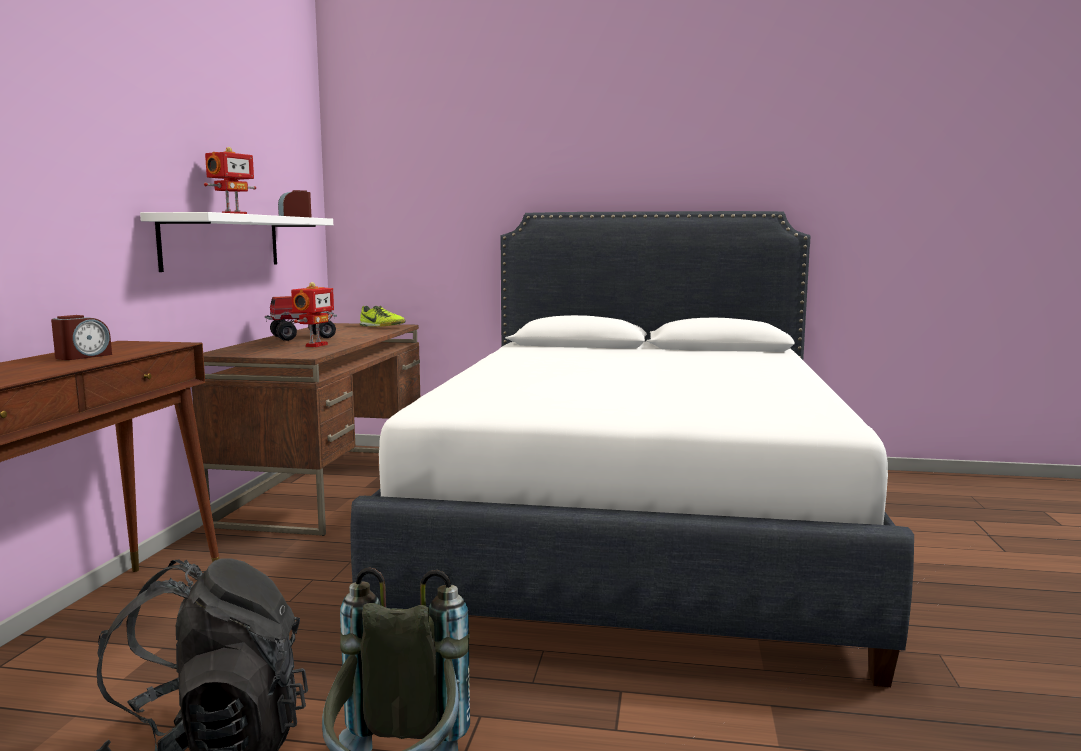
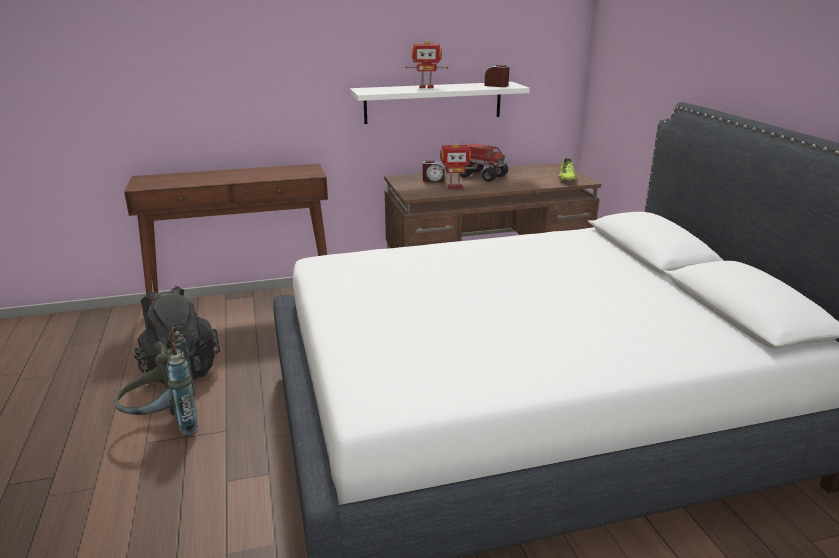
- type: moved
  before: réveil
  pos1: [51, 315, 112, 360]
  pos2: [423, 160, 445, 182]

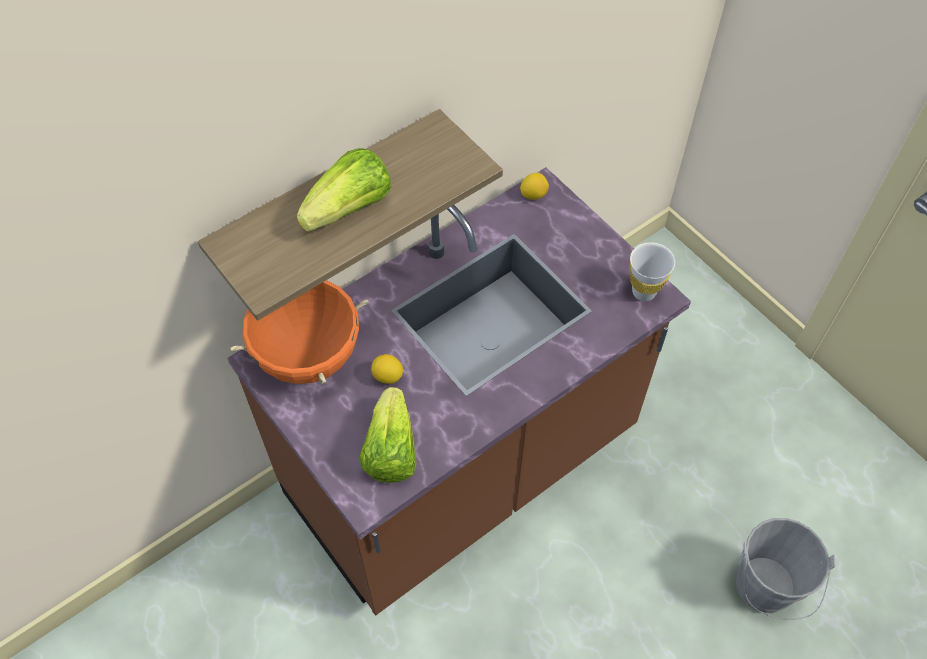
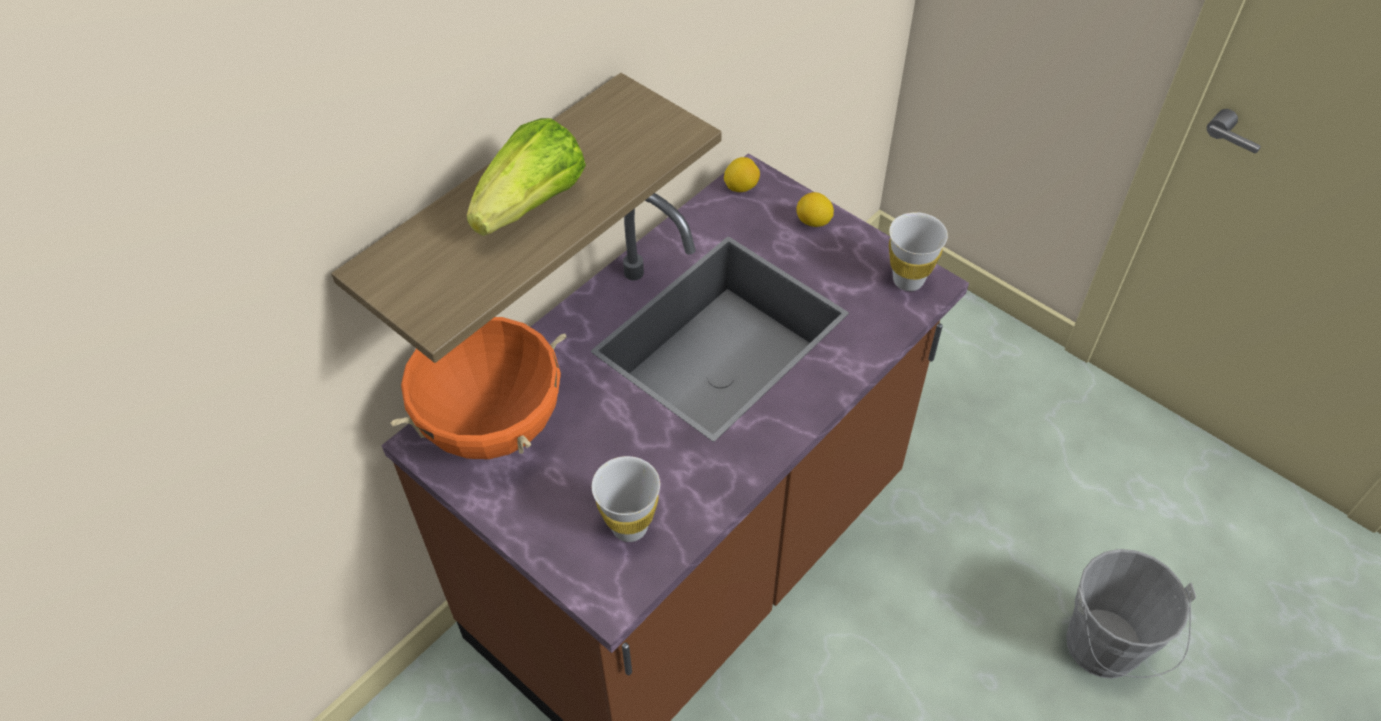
- type: replaced
  before: laitue
  after: tasse [blanc]
  pos1: [359, 387, 417, 483]
  pos2: [592, 456, 660, 542]
- type: moved
  before: citron
  pos1: [371, 354, 404, 384]
  pos2: [796, 192, 834, 227]

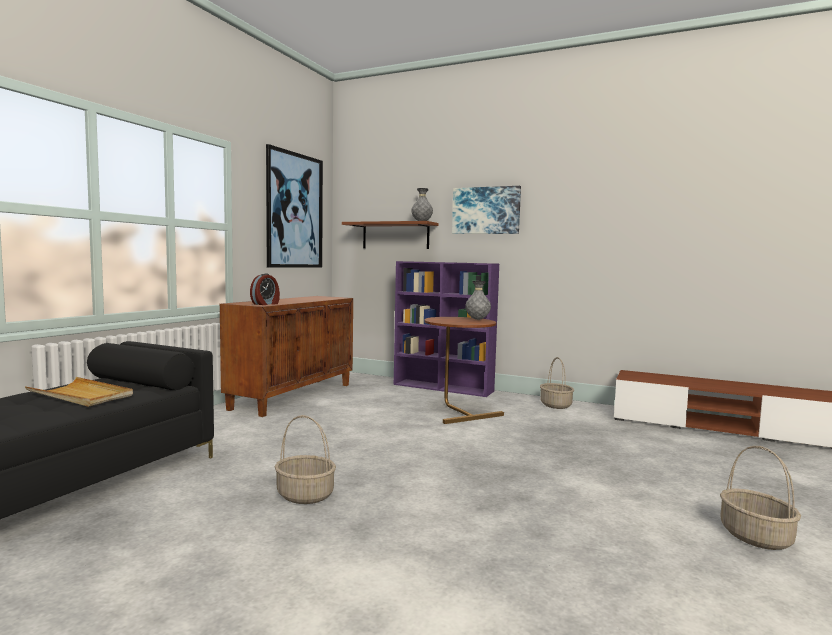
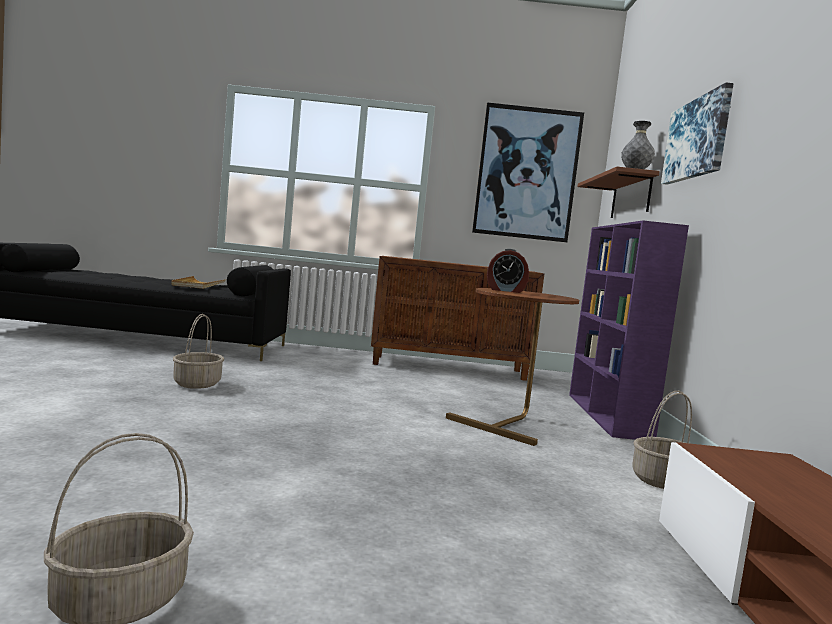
- type: moved
  before: réveil
  pos1: [250, 273, 280, 305]
  pos2: [487, 249, 529, 293]
- type: removed
  before: vase [gris]
  pos1: [465, 281, 491, 320]

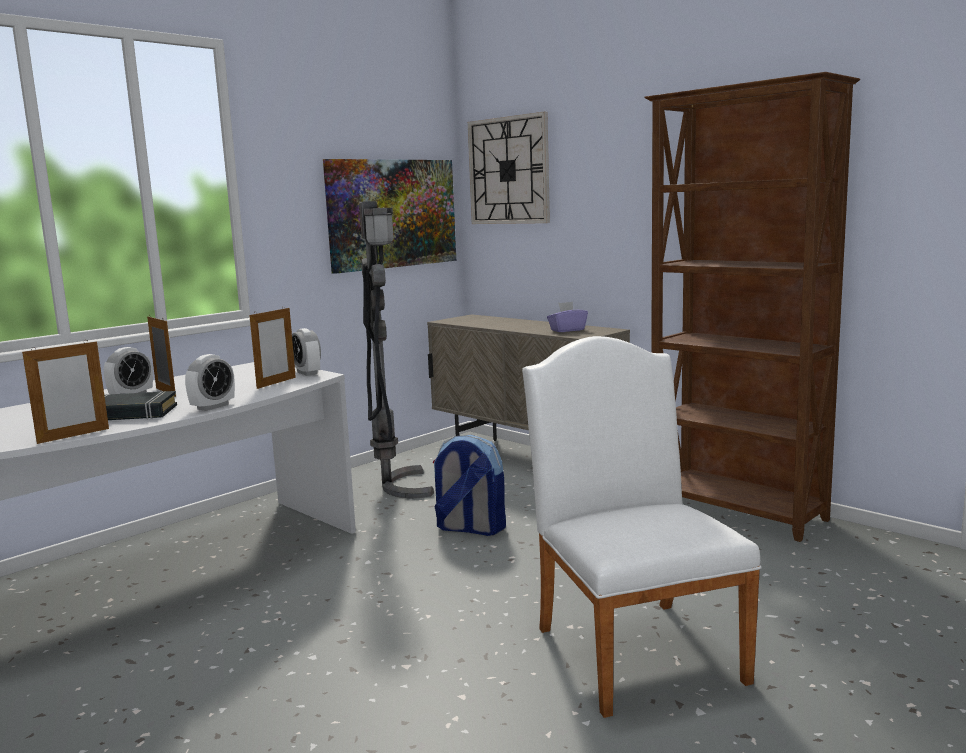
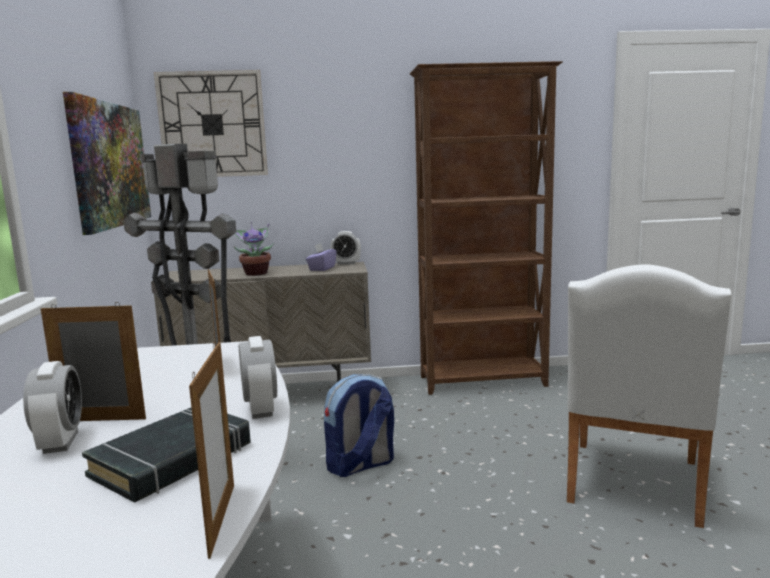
- type: added
  after: plante en pot
  pos2: [233, 222, 274, 276]
- type: moved
  before: réveil
  pos1: [292, 328, 321, 376]
  pos2: [330, 231, 361, 265]
- type: turned
  before: chaise [blanc]
  pos1: [522, 336, 762, 718]
  pos2: [567, 264, 732, 528]
  turn: -90

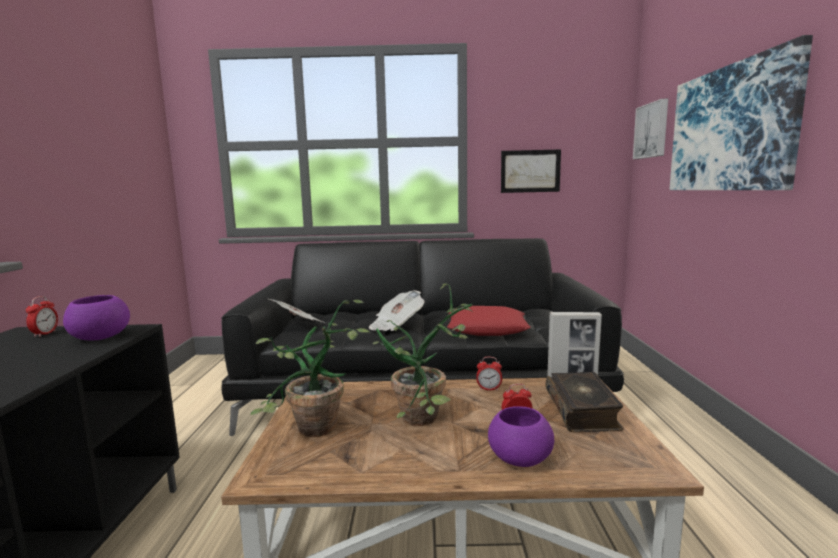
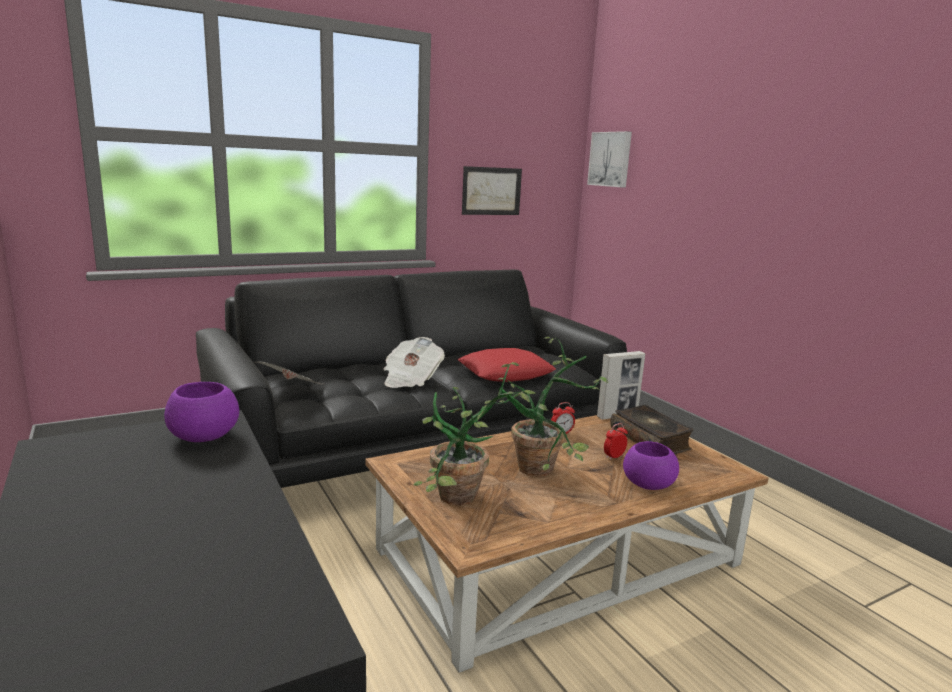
- type: removed
  before: réveil
  pos1: [26, 296, 58, 337]
- type: removed
  before: tableau
  pos1: [670, 35, 813, 190]

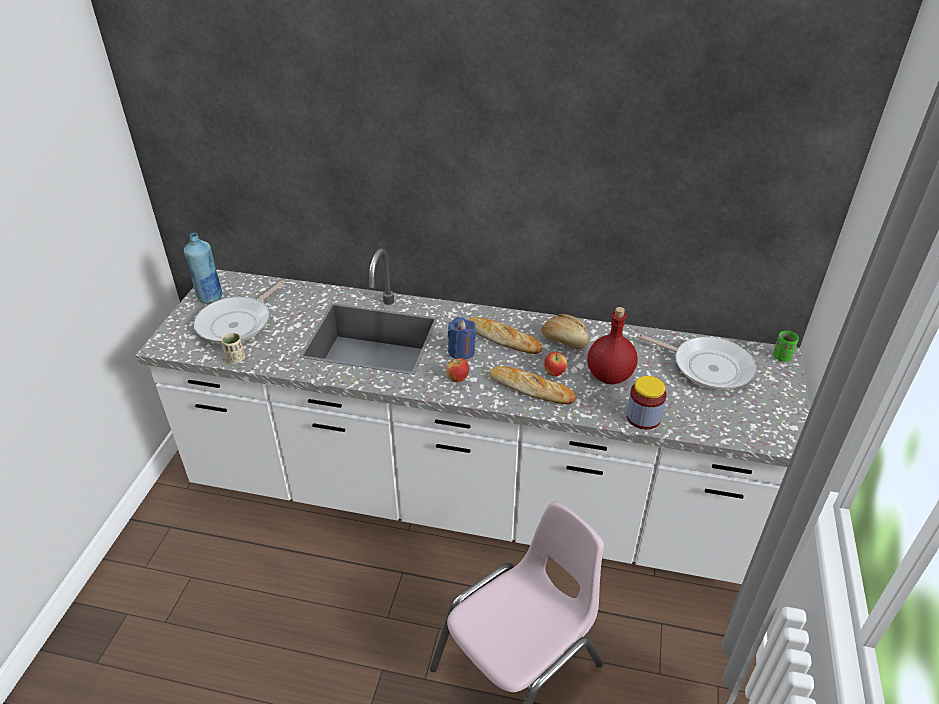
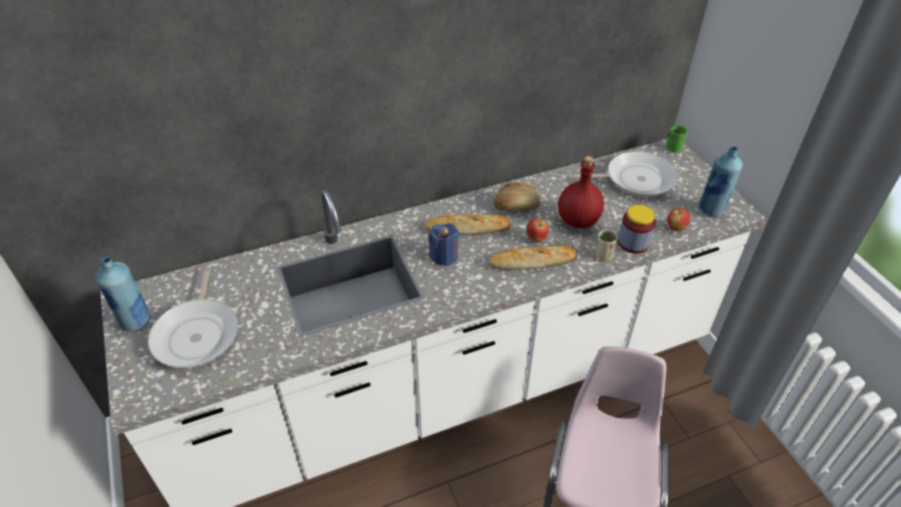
- type: moved
  before: tasse [beige]
  pos1: [221, 333, 245, 364]
  pos2: [595, 230, 618, 261]
- type: moved
  before: pomme
  pos1: [446, 357, 469, 382]
  pos2: [667, 208, 690, 231]
- type: added
  after: bouteille [bleu]
  pos2: [698, 146, 743, 217]

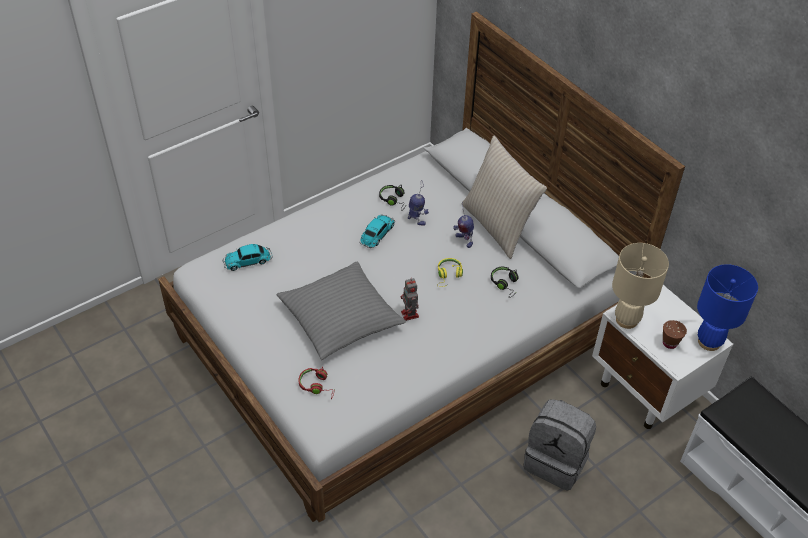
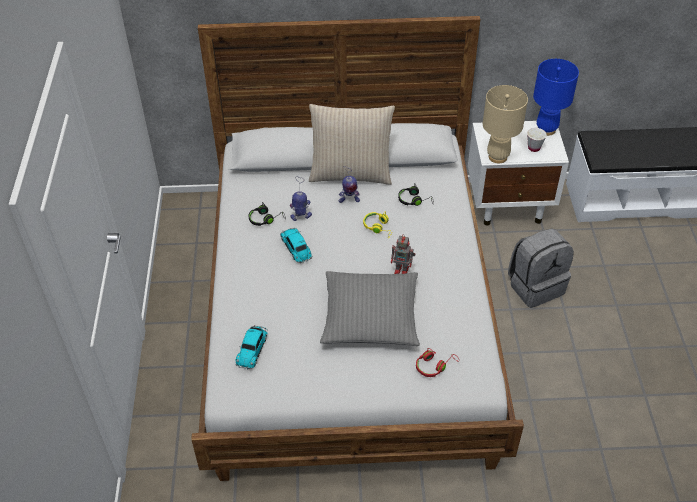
- type: recoloured
  before: tasse [marron]
  after: tasse [blanc]
  pos1: [663, 320, 687, 349]
  pos2: [527, 128, 547, 152]

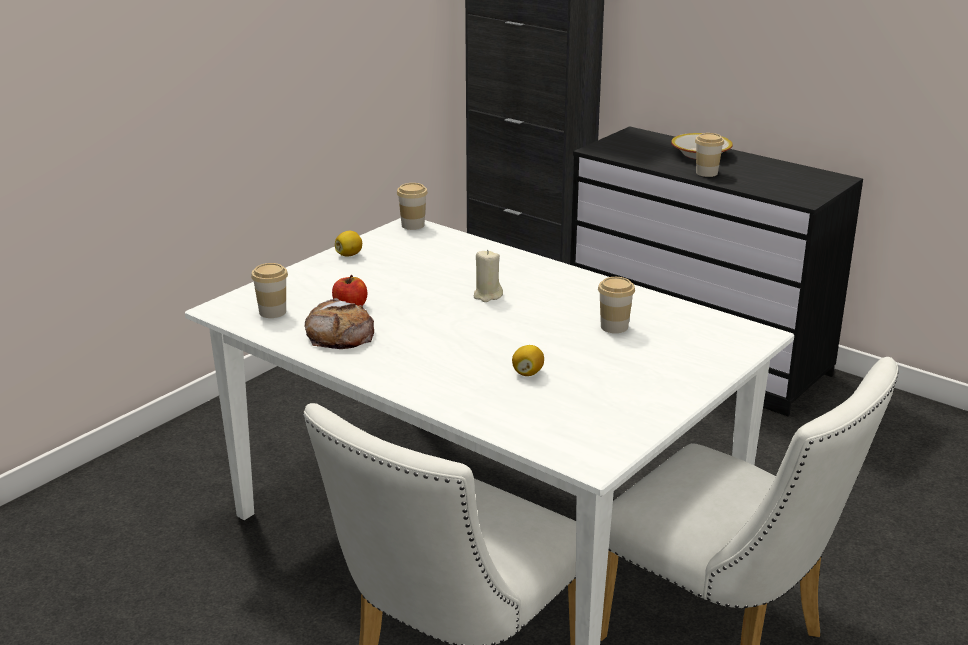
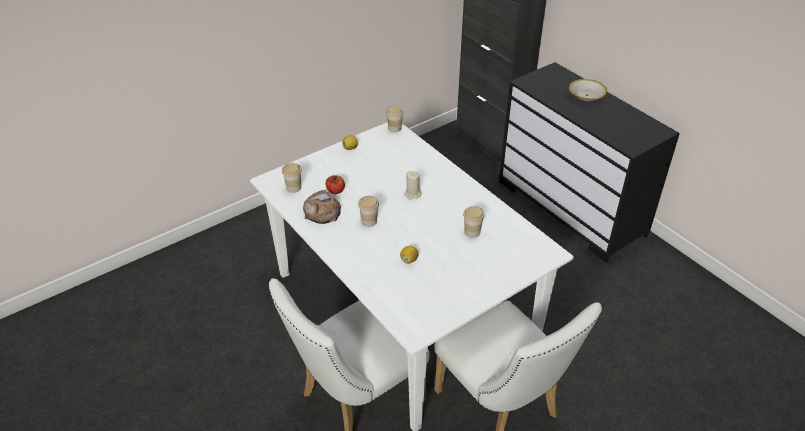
- type: moved
  before: tasse
  pos1: [695, 133, 724, 177]
  pos2: [358, 196, 379, 227]

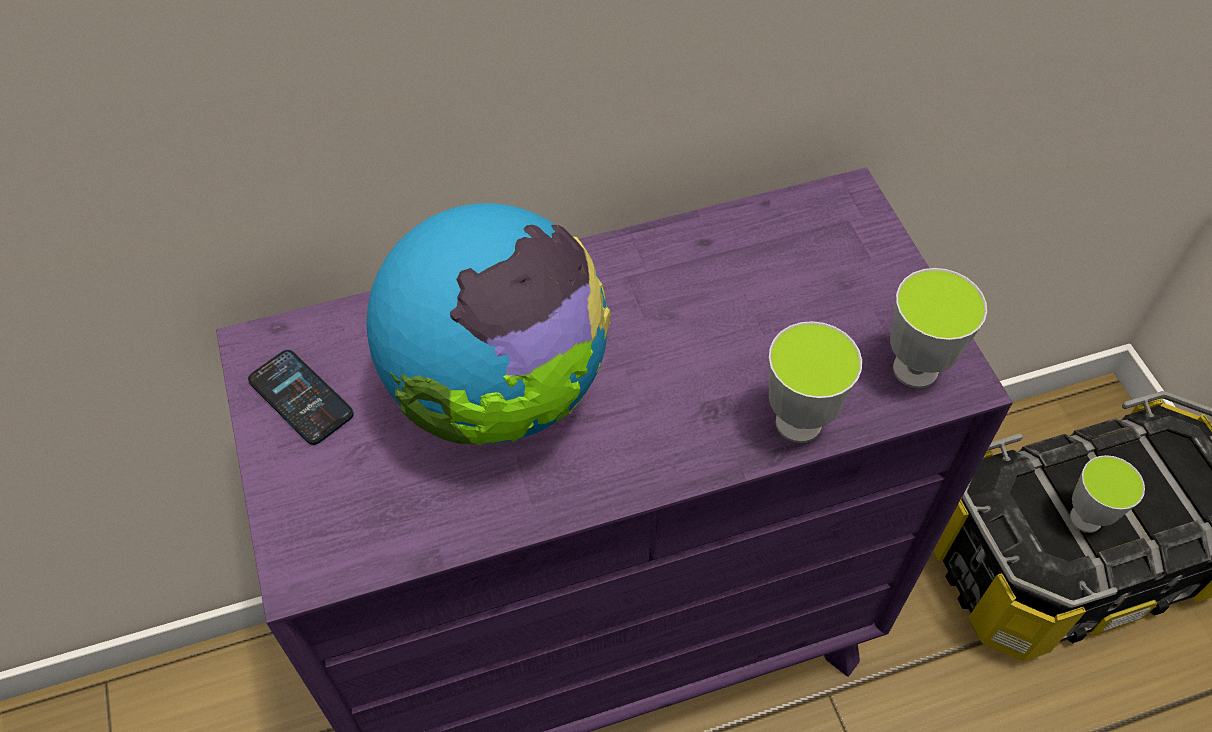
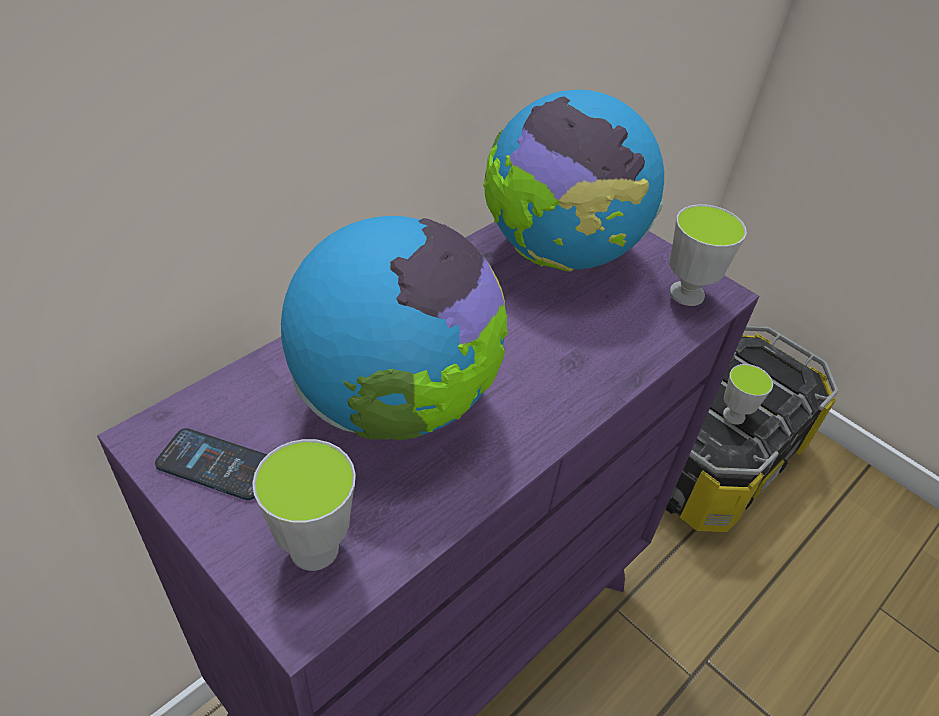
- type: moved
  before: tasse
  pos1: [769, 321, 862, 443]
  pos2: [252, 439, 356, 571]
- type: added
  after: globe
  pos2: [483, 89, 664, 272]

